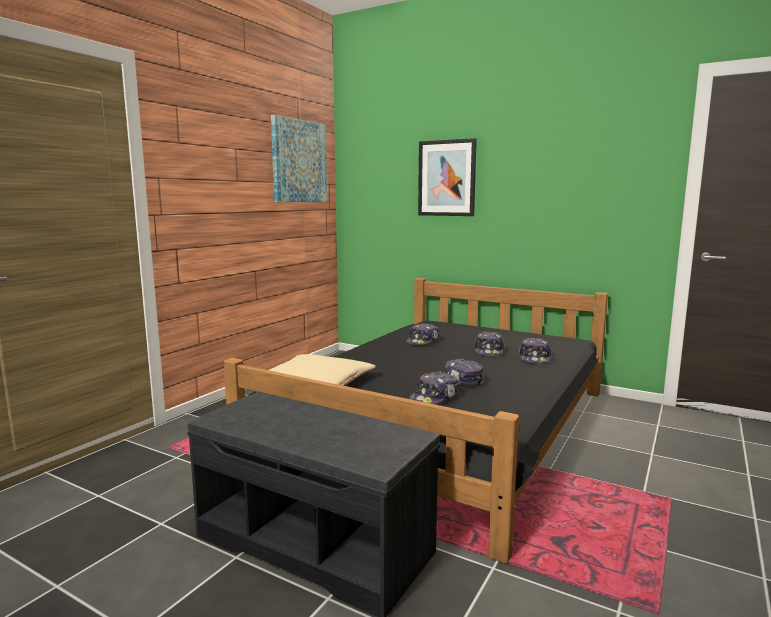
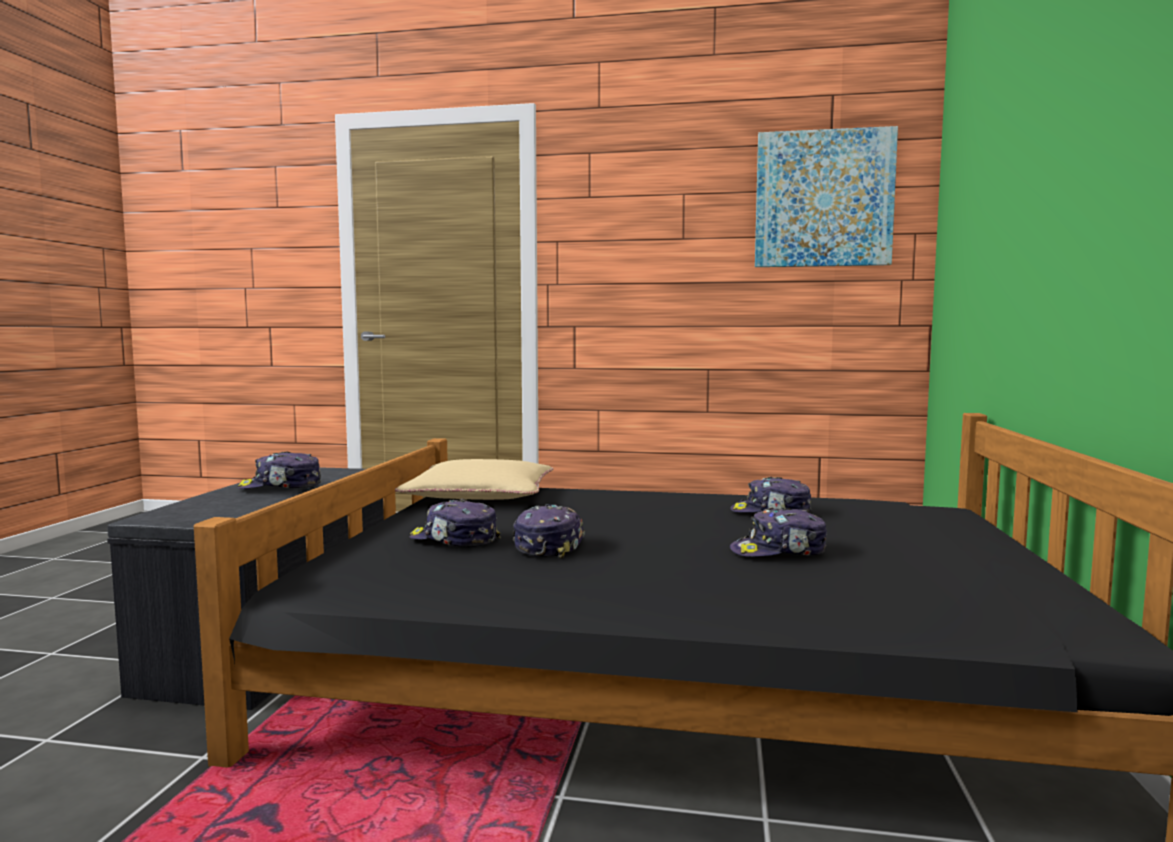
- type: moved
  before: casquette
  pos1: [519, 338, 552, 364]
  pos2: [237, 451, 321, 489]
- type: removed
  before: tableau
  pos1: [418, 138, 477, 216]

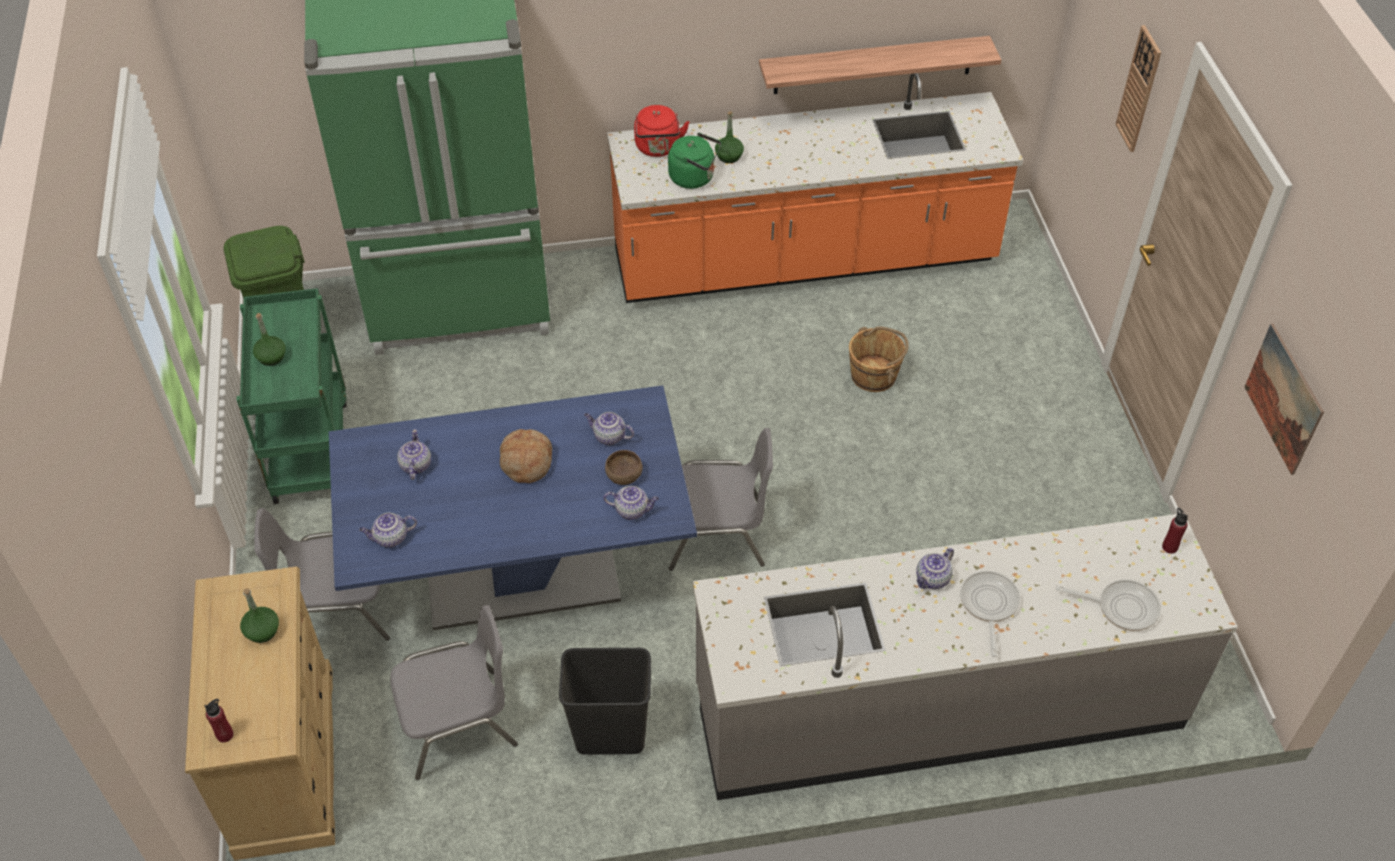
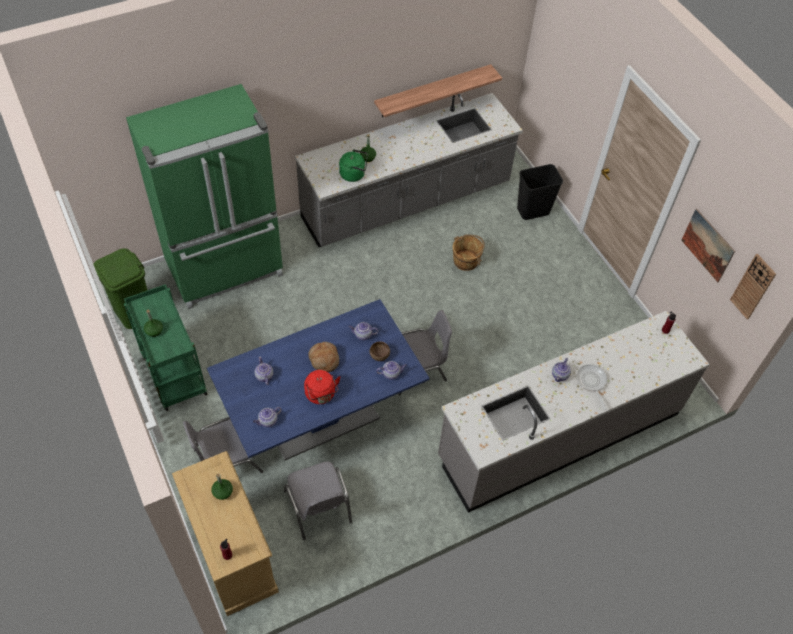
- type: turned
  before: chaise [gris]
  pos1: [390, 605, 518, 780]
  pos2: [284, 461, 352, 540]
  turn: 105
- type: recoloured
  before: comptoir de cuisine [orange]
  after: comptoir de cuisine [gris]
  pos1: [607, 73, 1023, 303]
  pos2: [295, 93, 523, 247]
- type: moved
  before: bouilloire [rouge]
  pos1: [634, 105, 689, 157]
  pos2: [304, 370, 341, 404]
- type: moved
  before: poubelle [noir]
  pos1: [559, 648, 651, 755]
  pos2: [517, 164, 563, 220]
- type: moved
  before: horloge murale
  pos1: [1115, 25, 1161, 152]
  pos2: [730, 254, 776, 319]
- type: removed
  before: poêle
  pos1: [1056, 579, 1161, 631]

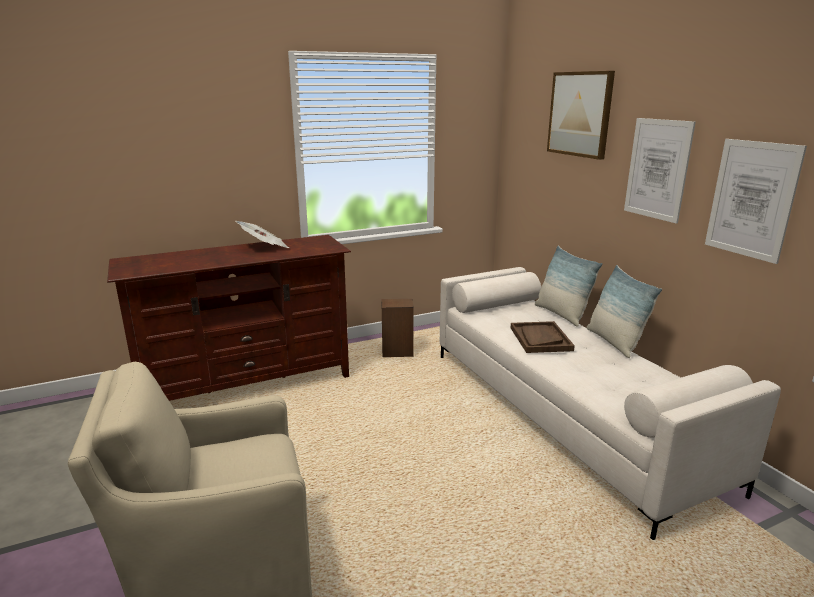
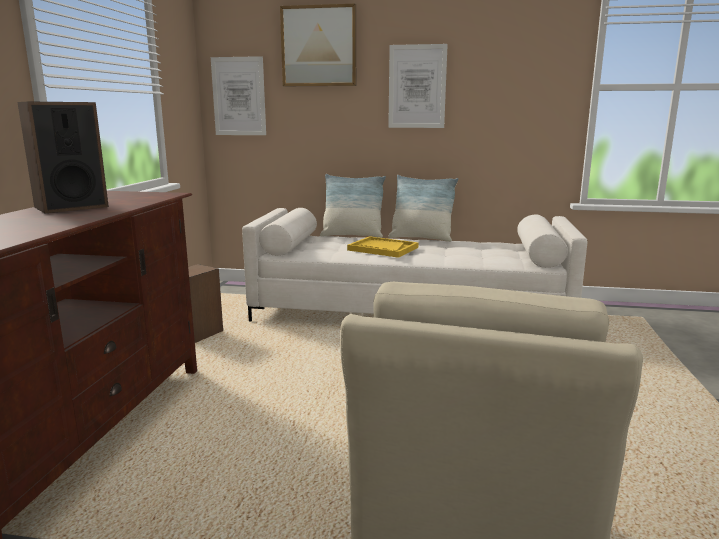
- type: replaced
  before: journal
  after: enceinte
  pos1: [235, 221, 289, 248]
  pos2: [17, 102, 109, 213]
- type: moved
  before: tableau
  pos1: [705, 139, 807, 264]
  pos2: [211, 56, 266, 135]
- type: recoloured
  before: plateau [marron]
  after: plateau [jaune]
  pos1: [511, 321, 575, 353]
  pos2: [347, 236, 419, 258]

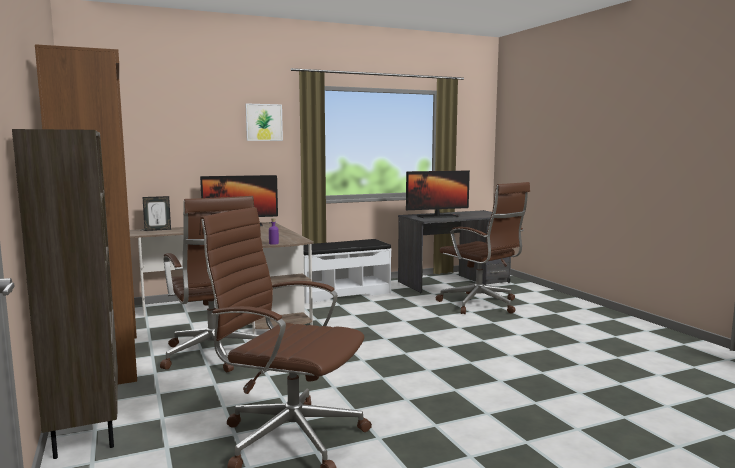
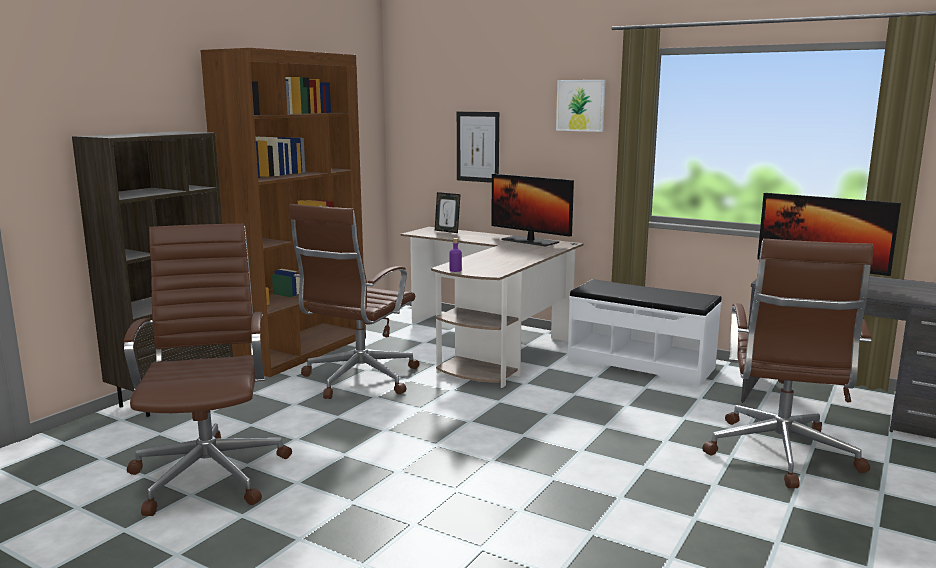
- type: added
  after: tableau
  pos2: [457, 112, 499, 183]

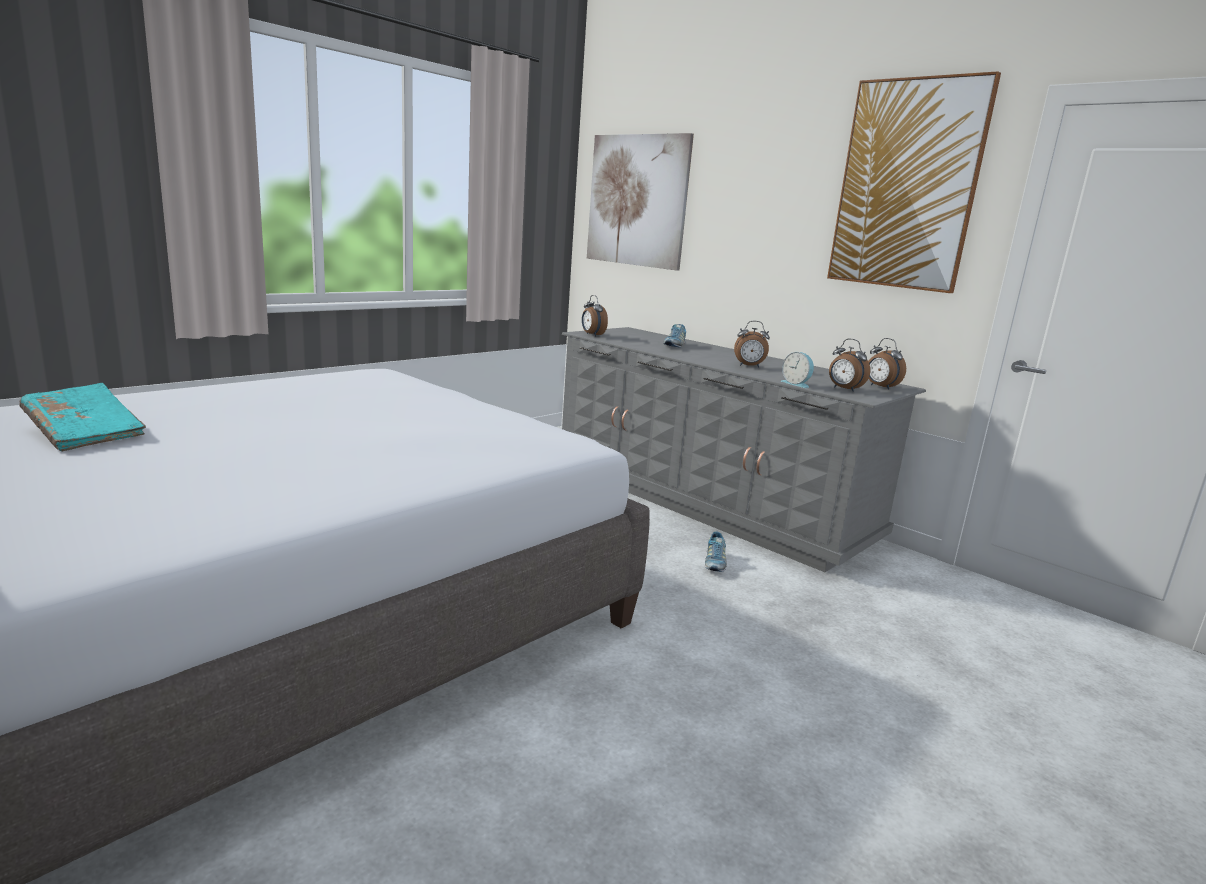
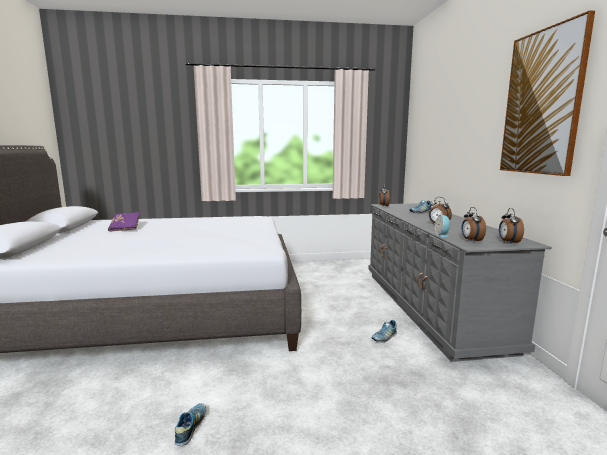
- type: recoloured
  before: livre [turquoise]
  after: livre [violet]
  pos1: [19, 383, 146, 452]
  pos2: [108, 212, 140, 232]
- type: added
  after: chaussure
  pos2: [175, 403, 206, 446]
- type: removed
  before: tableau
  pos1: [587, 133, 694, 271]

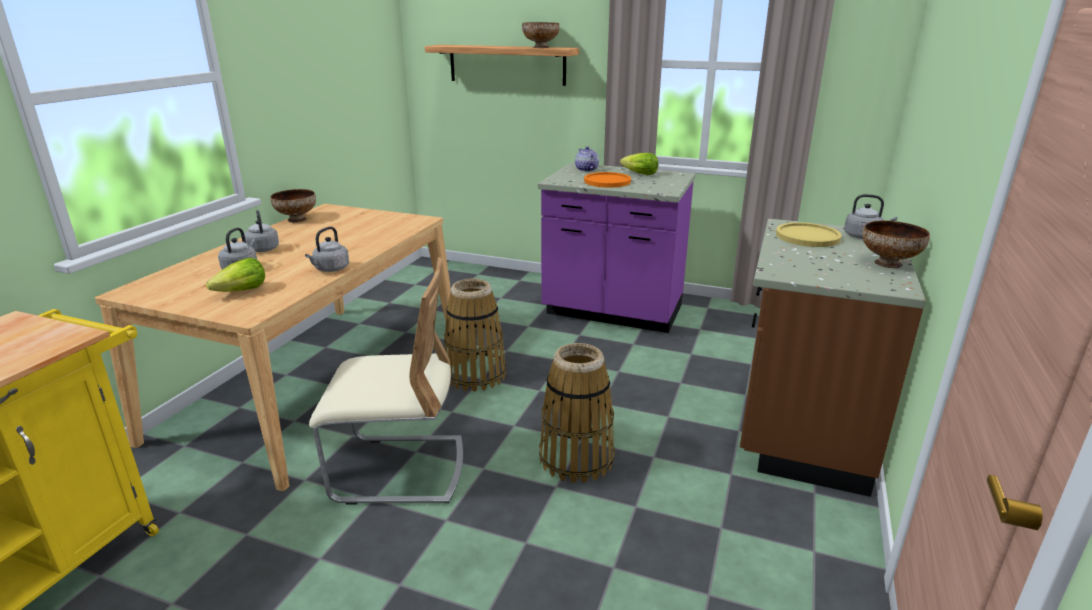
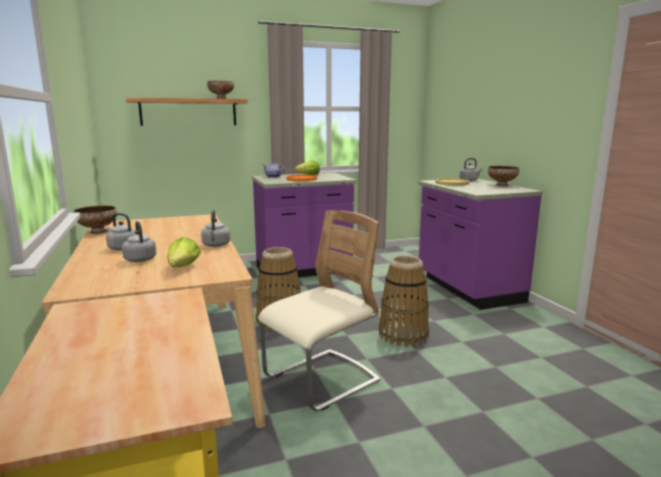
- type: recoloured
  before: comptoir de cuisine [marron]
  after: comptoir de cuisine [violet]
  pos1: [740, 219, 926, 497]
  pos2: [418, 179, 543, 310]

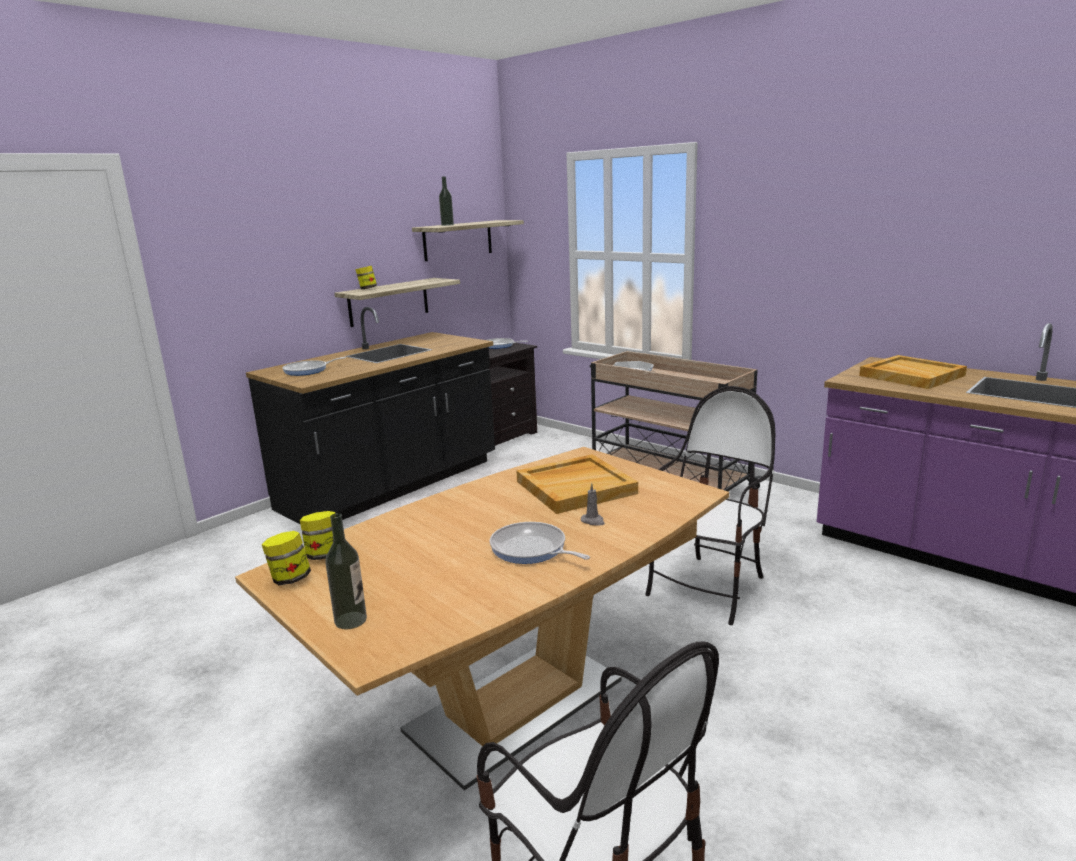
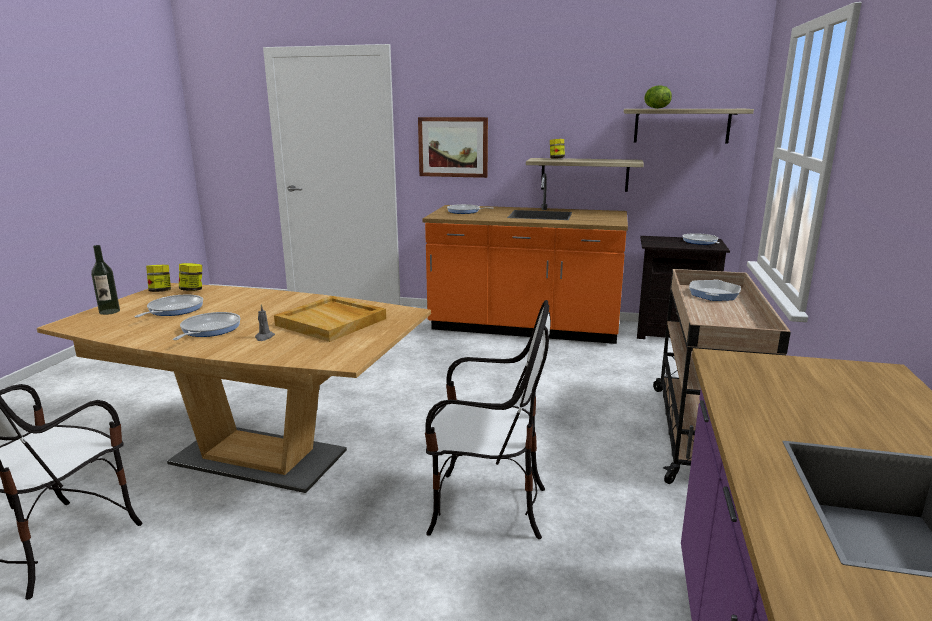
- type: added
  after: poêle
  pos2: [134, 295, 203, 318]
- type: added
  after: tableau
  pos2: [418, 117, 488, 178]
- type: recoloured
  before: comptoir de cuisine [noir]
  after: comptoir de cuisine [orange]
  pos1: [246, 307, 495, 524]
  pos2: [423, 173, 628, 344]
- type: replaced
  before: bouteille
  after: laitue
  pos1: [439, 176, 454, 226]
  pos2: [644, 85, 672, 109]
- type: removed
  before: plateau [beige]
  pos1: [859, 355, 967, 389]

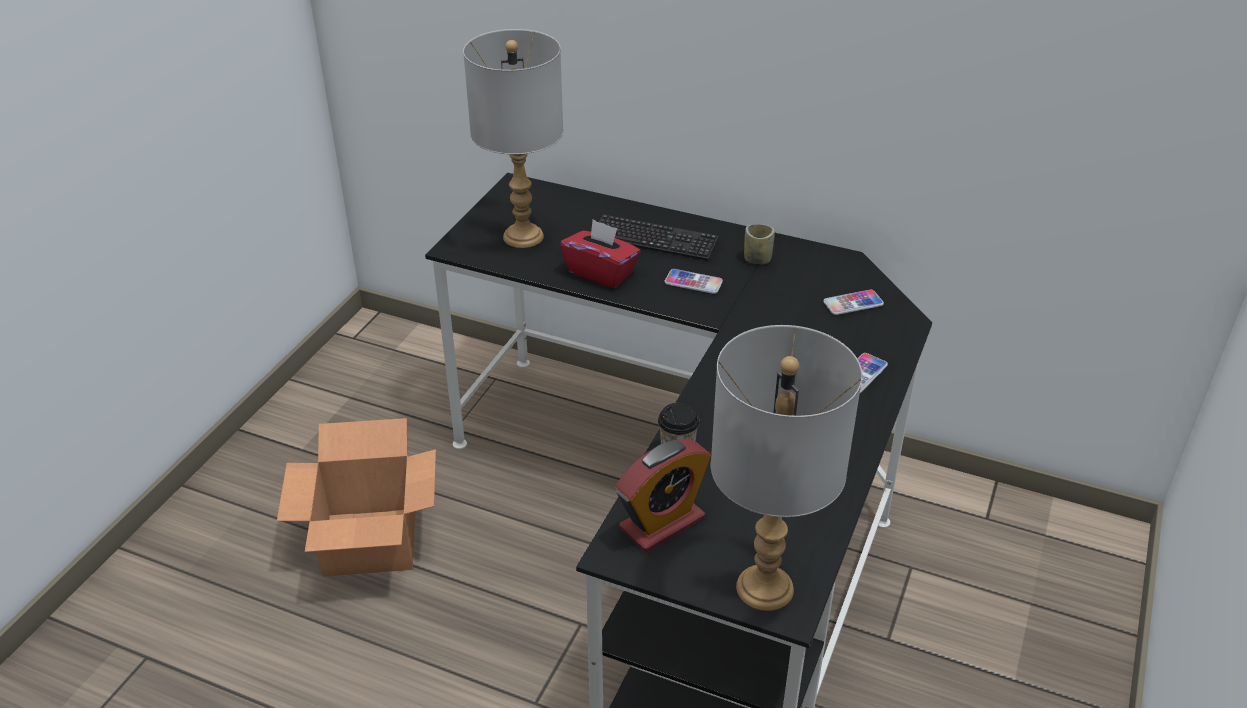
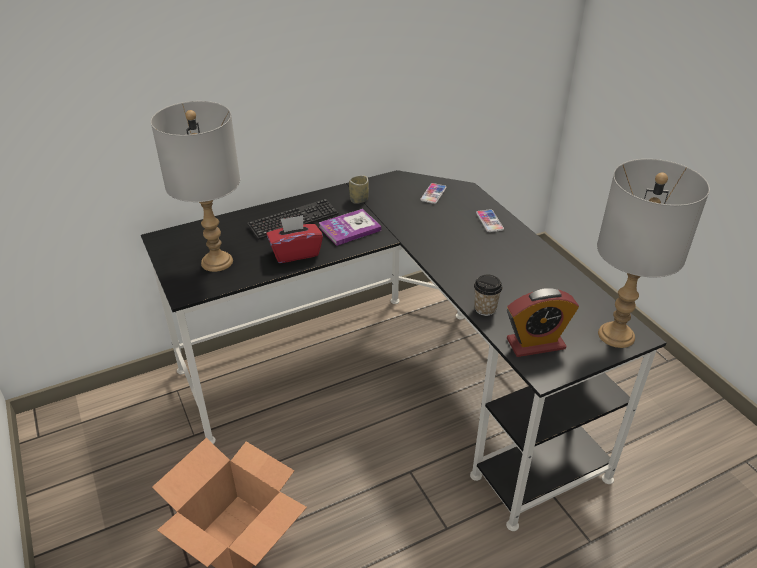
- type: replaced
  before: téléphone
  after: livre
  pos1: [664, 269, 723, 294]
  pos2: [319, 209, 382, 246]
- type: turned
  before: réveil
  pos1: [615, 439, 711, 552]
  pos2: [507, 288, 579, 357]
  turn: 75

